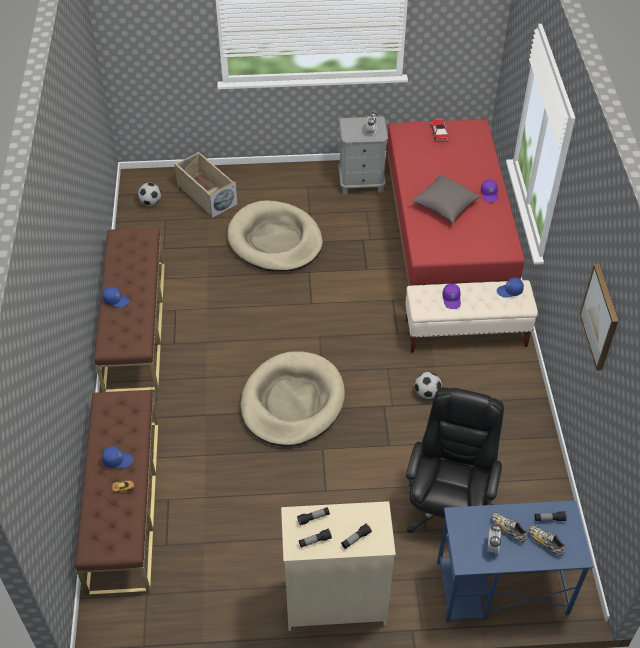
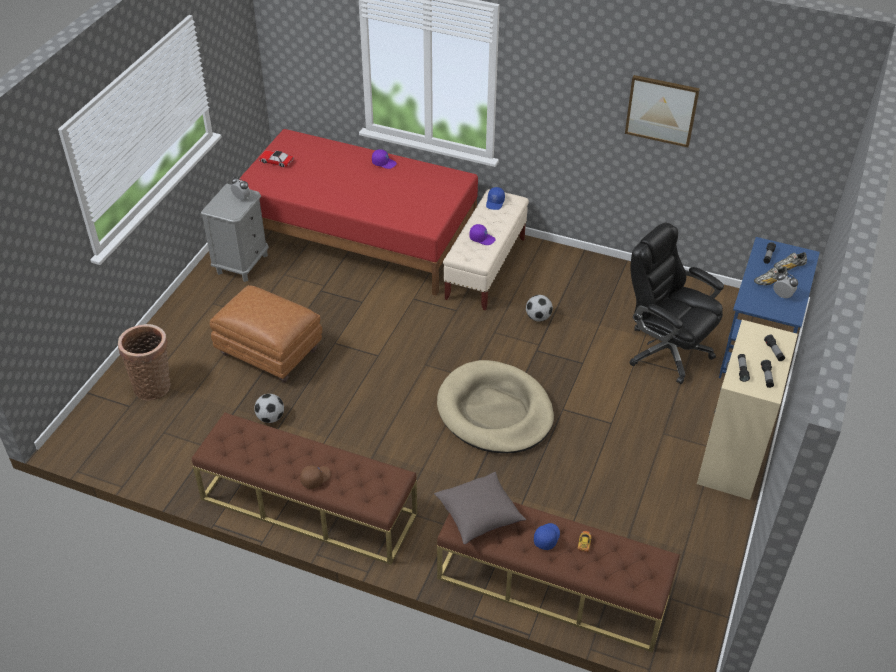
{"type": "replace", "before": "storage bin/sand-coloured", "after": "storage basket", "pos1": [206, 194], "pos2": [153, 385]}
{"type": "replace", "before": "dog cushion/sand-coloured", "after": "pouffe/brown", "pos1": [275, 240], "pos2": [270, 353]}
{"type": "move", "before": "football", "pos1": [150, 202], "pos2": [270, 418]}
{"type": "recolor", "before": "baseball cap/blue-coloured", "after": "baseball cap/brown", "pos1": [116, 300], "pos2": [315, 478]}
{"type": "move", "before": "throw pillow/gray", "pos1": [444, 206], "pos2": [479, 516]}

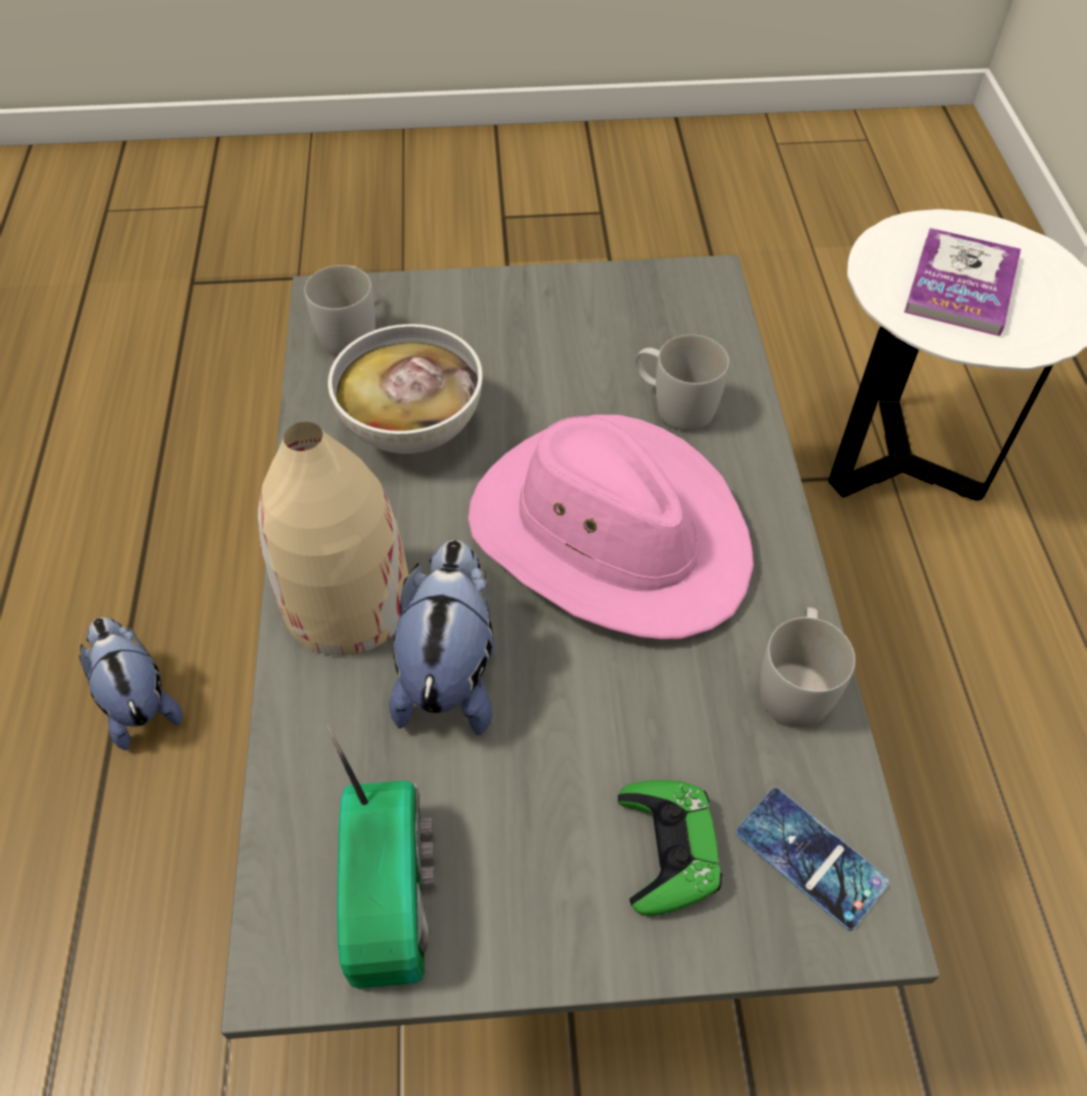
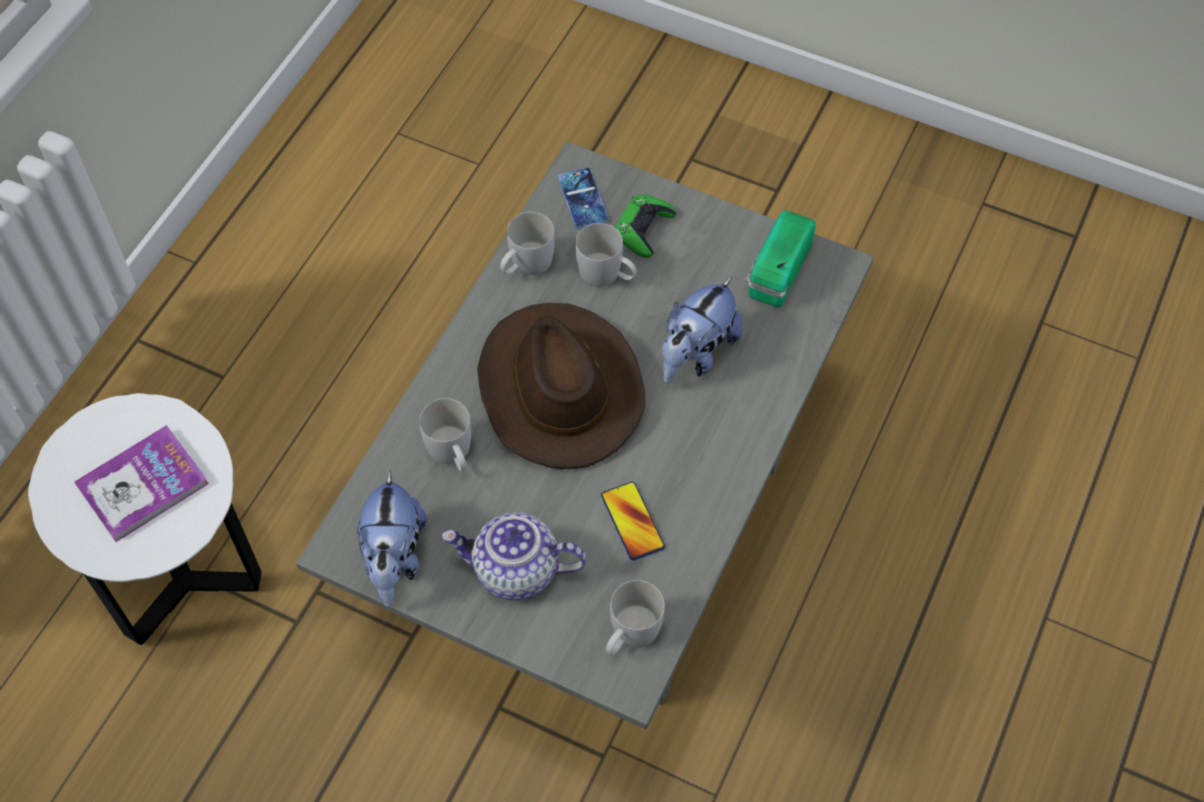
{"type": "move", "before": "plush toy", "pos1": [140, 702], "pos2": [394, 558]}
{"type": "insert", "after": "pot for tea", "pos2": [515, 571]}
{"type": "recolor", "before": "clothing hat/pink-coloured", "after": "clothing hat/brown", "pos1": [610, 533], "pos2": [558, 388]}
{"type": "insert", "after": "coffee mug/whitish", "pos2": [607, 275]}
{"type": "replace", "before": "bowl", "after": "telephone", "pos1": [412, 429], "pos2": [632, 521]}
{"type": "delete", "before": "vase/sand-coloured", "pos1": [346, 603]}

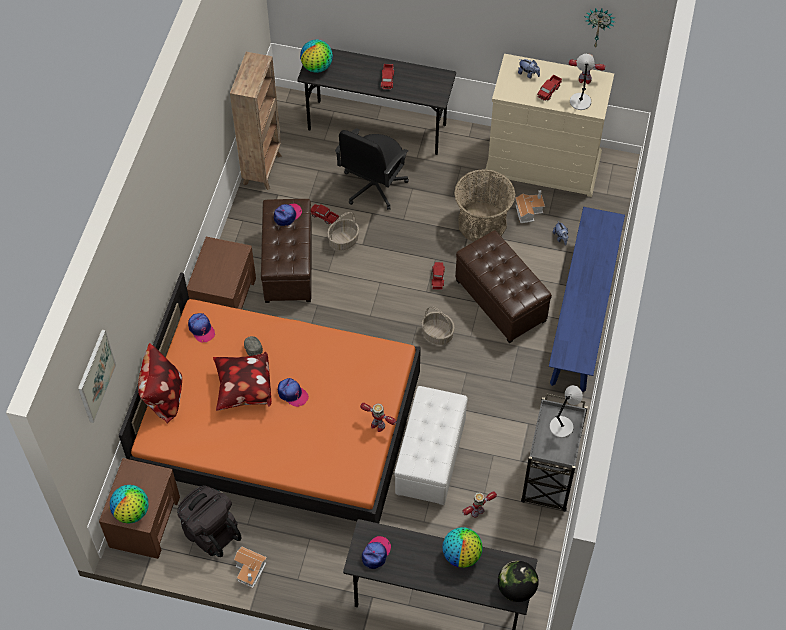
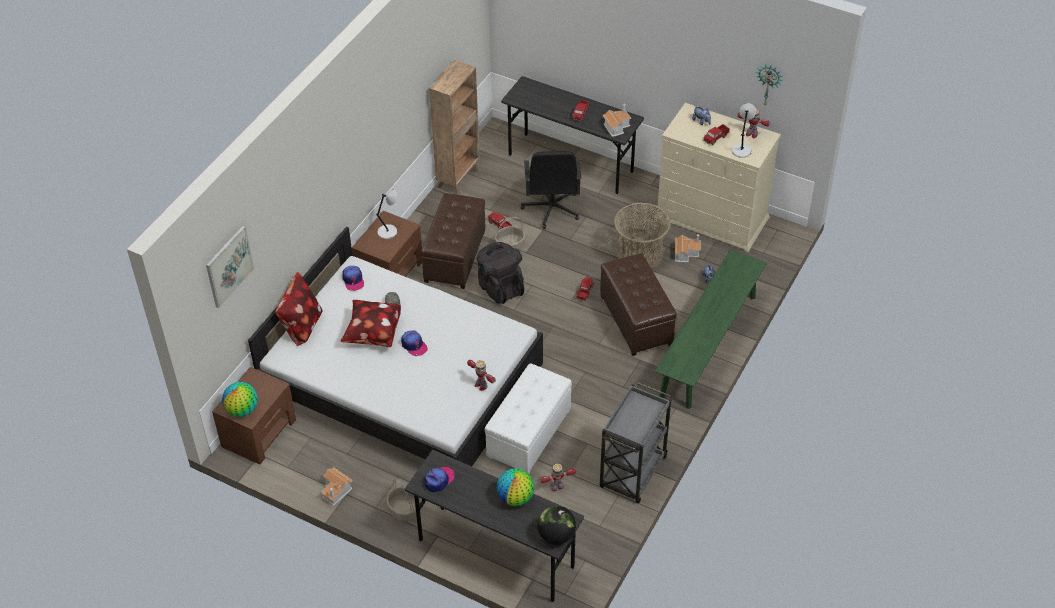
{"type": "recolor", "before": "bedroom bed/orangey", "after": "bedroom bed/whitish", "pos1": [279, 425], "pos2": [402, 381]}
{"type": "move", "before": "lamp for a table/gray", "pos1": [562, 426], "pos2": [388, 231]}
{"type": "move", "before": "storage basket", "pos1": [438, 334], "pos2": [404, 510]}
{"type": "move", "before": "backpack/blackish", "pos1": [210, 531], "pos2": [500, 287]}
{"type": "rotate", "before": "computer chair/blackish", "pos1": [373, 186], "pos2": [551, 208], "turn": -45}
{"type": "insert", "after": "toy house", "pos2": [616, 126]}
{"type": "recolor", "before": "indoor bench/blue-coloured", "after": "indoor bench/greenish", "pos1": [582, 314], "pos2": [708, 345]}
{"type": "delete", "before": "baseball cap", "pos1": [287, 215]}
{"type": "delete", "before": "world globe", "pos1": [317, 67]}

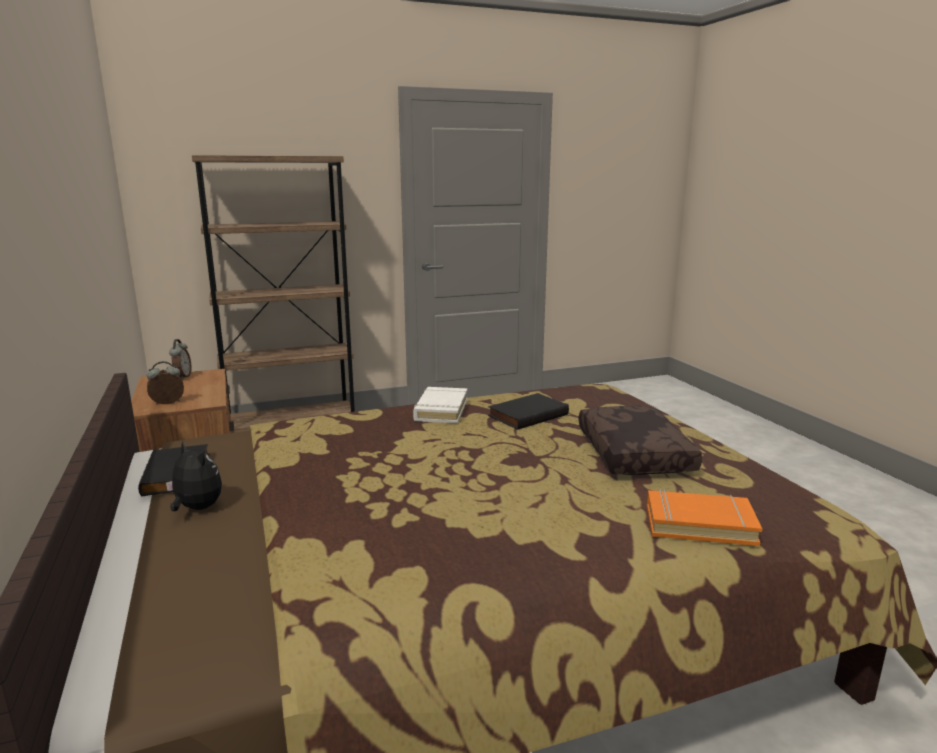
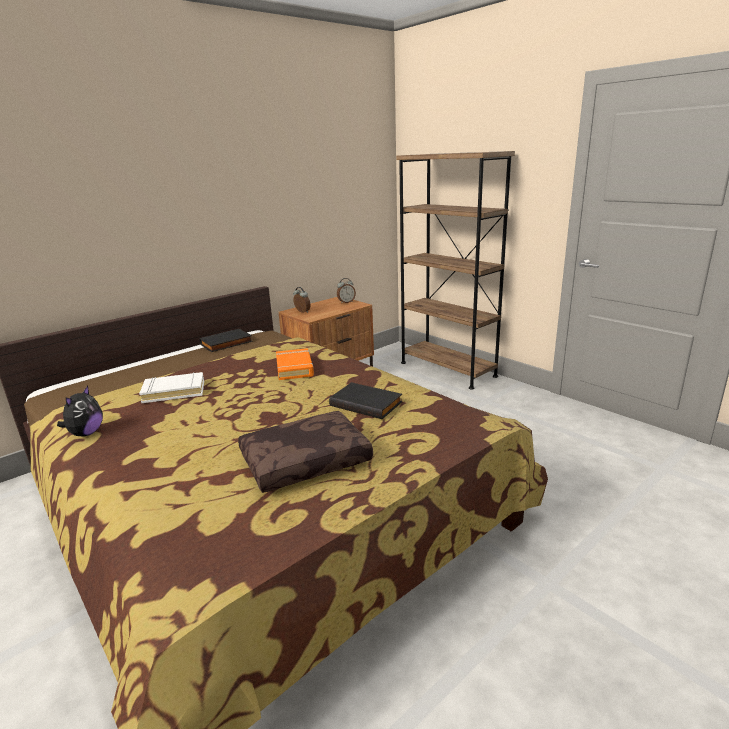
{"type": "move", "before": "plush toy", "pos1": [196, 508], "pos2": [86, 433]}
{"type": "move", "before": "bound book/whitish", "pos1": [441, 410], "pos2": [174, 391]}
{"type": "move", "before": "bound book/orangey", "pos1": [699, 524], "pos2": [294, 368]}

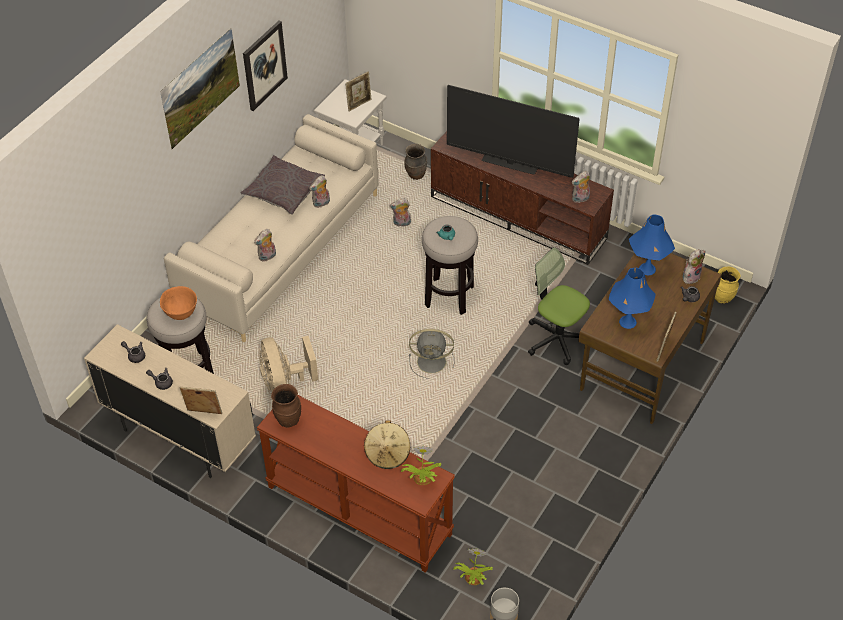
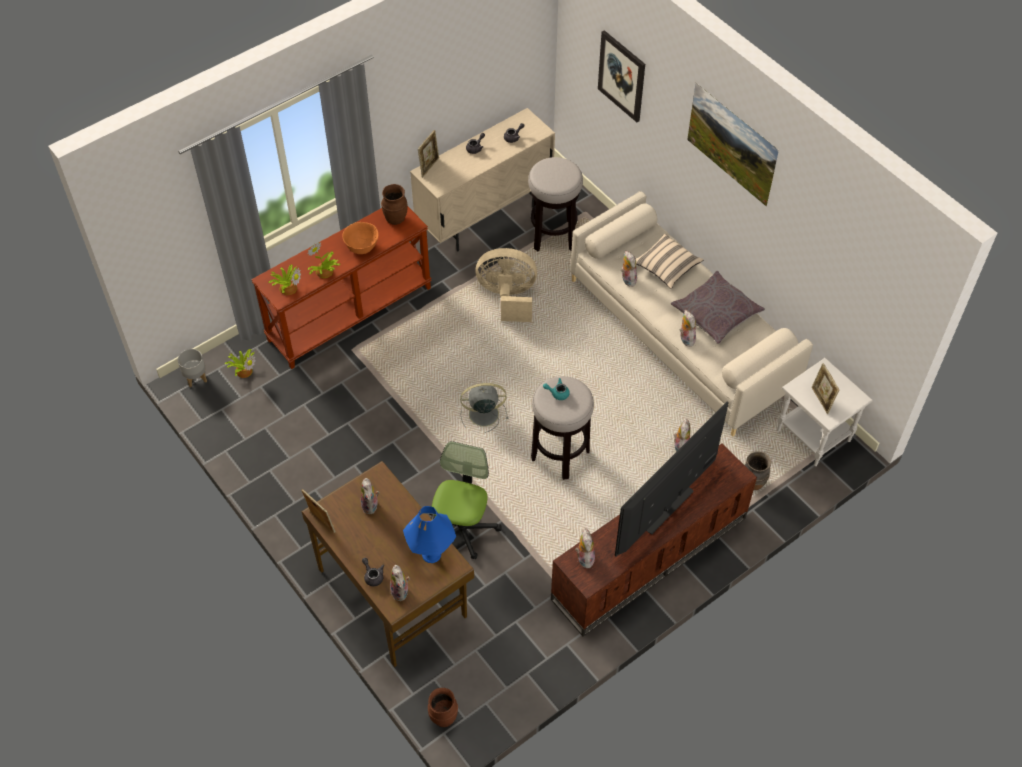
{"type": "replace", "before": "clothing hat/sand-coloured", "after": "plant in a pot", "pos1": [388, 453], "pos2": [324, 272]}
{"type": "move", "before": "bowl/orangey", "pos1": [180, 312], "pos2": [362, 247]}
{"type": "replace", "before": "lamp for a table/blue-coloured", "after": "plush toy", "pos1": [627, 322], "pos2": [371, 505]}
{"type": "recolor", "before": "vase/yellow", "after": "vase/brown", "pos1": [723, 298], "pos2": [443, 717]}
{"type": "rotate", "before": "computer chair", "pos1": [557, 338], "pos2": [462, 529], "turn": -45}
{"type": "rotate", "before": "electric fan/gray", "pos1": [433, 362], "pos2": [482, 414], "turn": 60}
{"type": "move", "before": "wall art", "pos1": [264, 65], "pos2": [622, 76]}
{"type": "insert", "after": "throw pillow/sand-coloured", "pos2": [666, 267]}

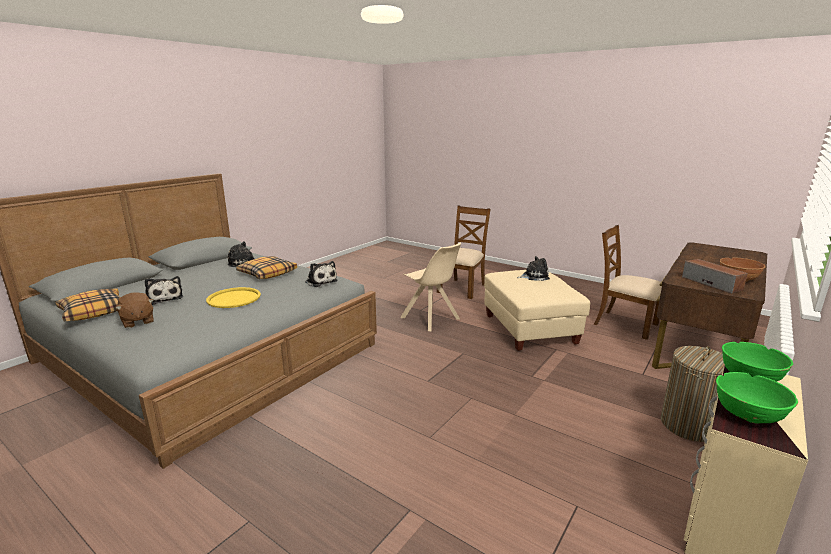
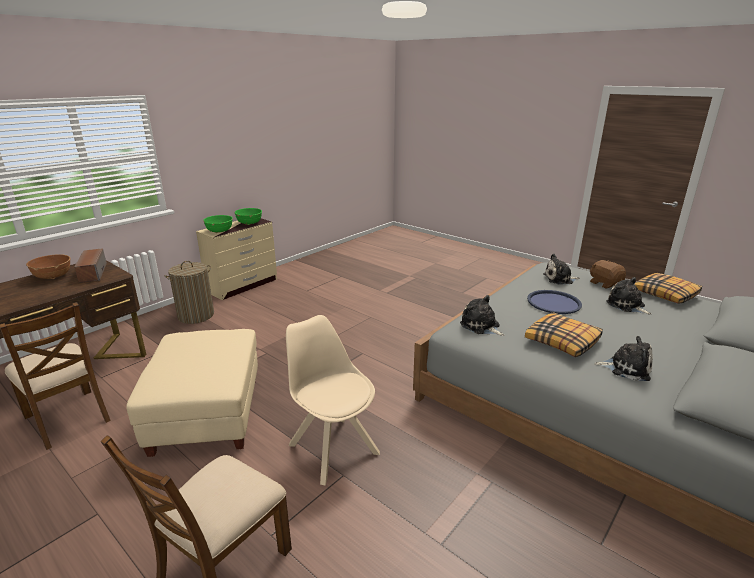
{"type": "recolor", "before": "tray/yellow", "after": "tray/blue-coloured", "pos1": [234, 298], "pos2": [553, 302]}
{"type": "move", "before": "plush toy", "pos1": [534, 276], "pos2": [559, 279]}

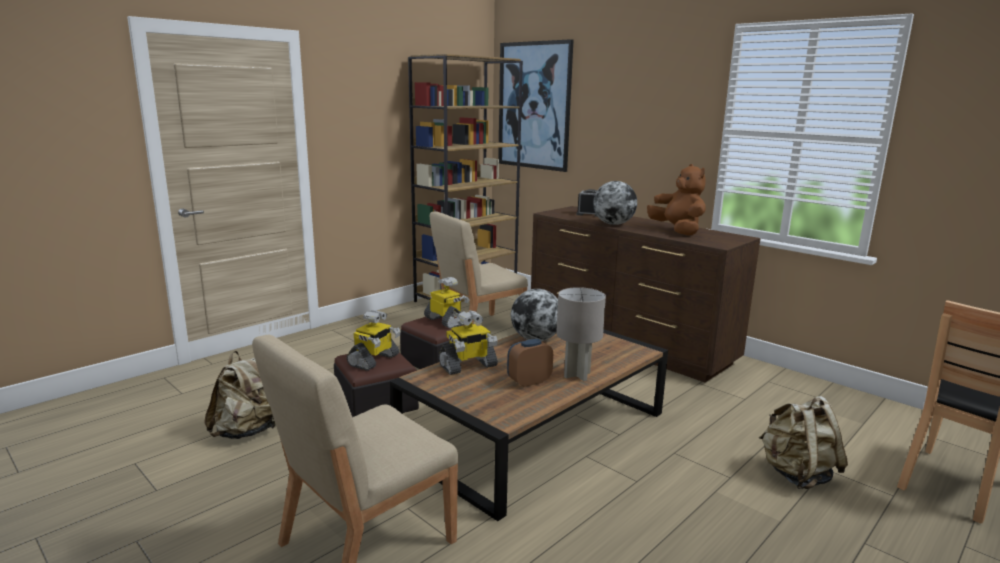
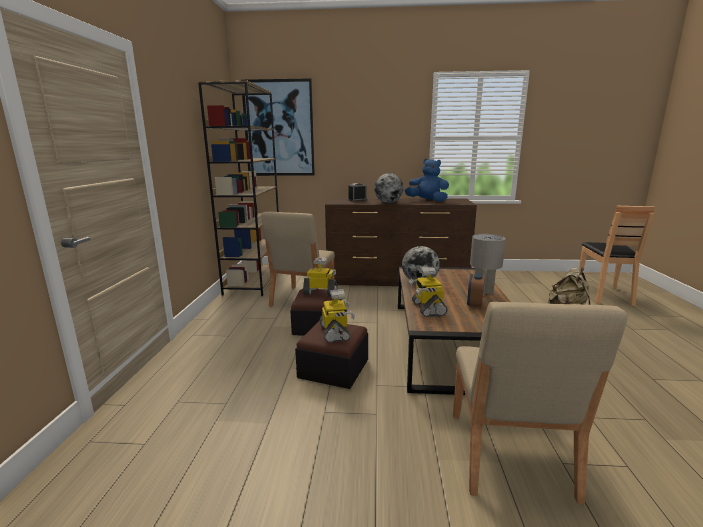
{"type": "recolor", "before": "plush toy/brown", "after": "plush toy/blue-coloured", "pos1": [677, 231], "pos2": [427, 201]}
{"type": "rotate", "before": "model robot", "pos1": [468, 366], "pos2": [427, 308], "turn": 150}
{"type": "delete", "before": "backpack/sand-coloured", "pos1": [248, 432]}

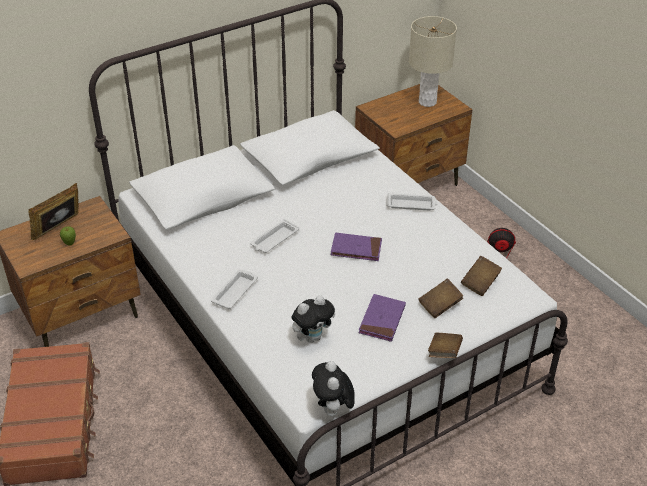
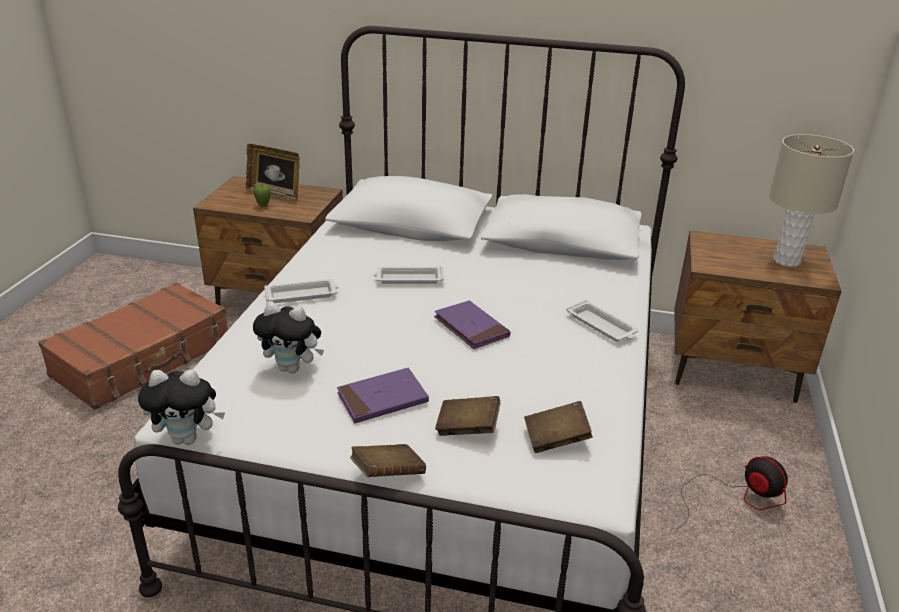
{"type": "rotate", "before": "plush toy", "pos1": [333, 410], "pos2": [188, 438], "turn": -135}
{"type": "rotate", "before": "photo frame", "pos1": [59, 229], "pos2": [275, 194], "turn": -150}

